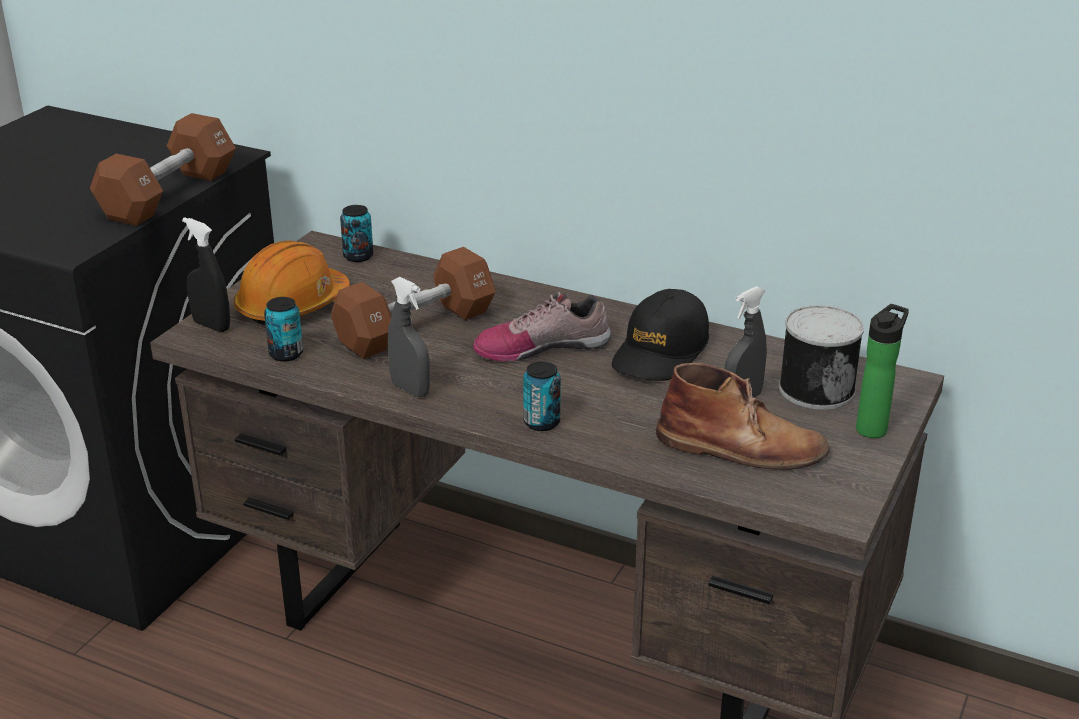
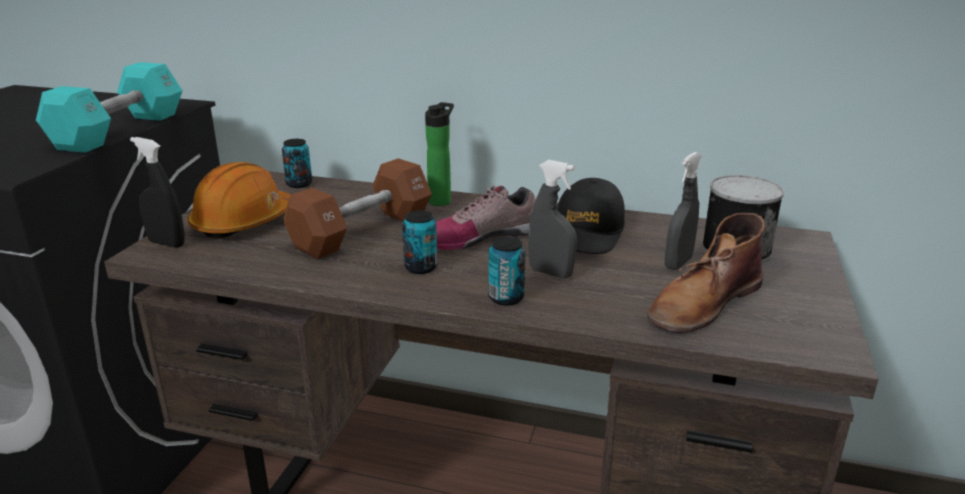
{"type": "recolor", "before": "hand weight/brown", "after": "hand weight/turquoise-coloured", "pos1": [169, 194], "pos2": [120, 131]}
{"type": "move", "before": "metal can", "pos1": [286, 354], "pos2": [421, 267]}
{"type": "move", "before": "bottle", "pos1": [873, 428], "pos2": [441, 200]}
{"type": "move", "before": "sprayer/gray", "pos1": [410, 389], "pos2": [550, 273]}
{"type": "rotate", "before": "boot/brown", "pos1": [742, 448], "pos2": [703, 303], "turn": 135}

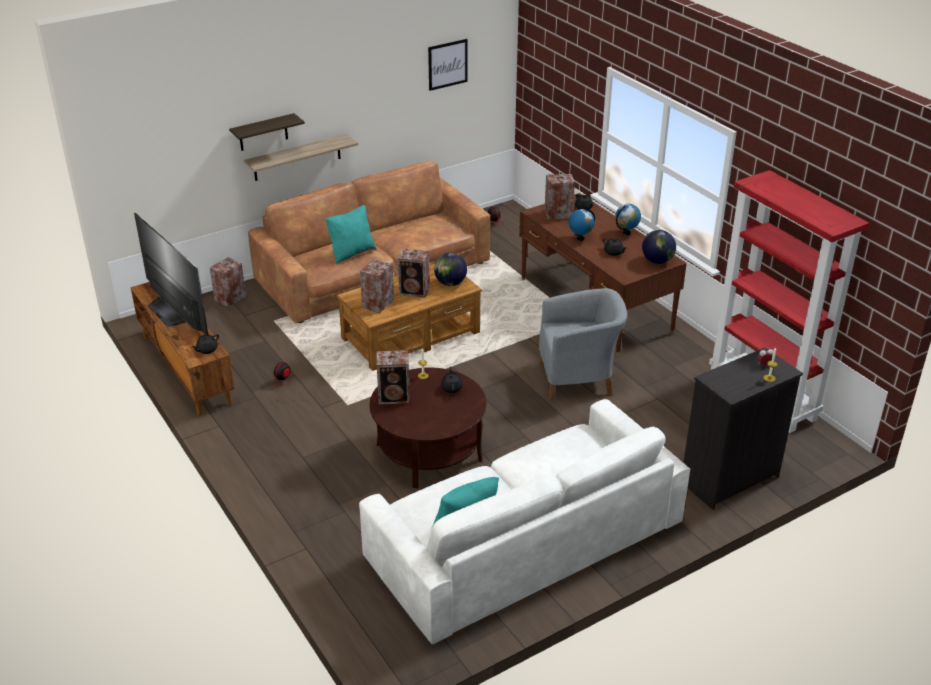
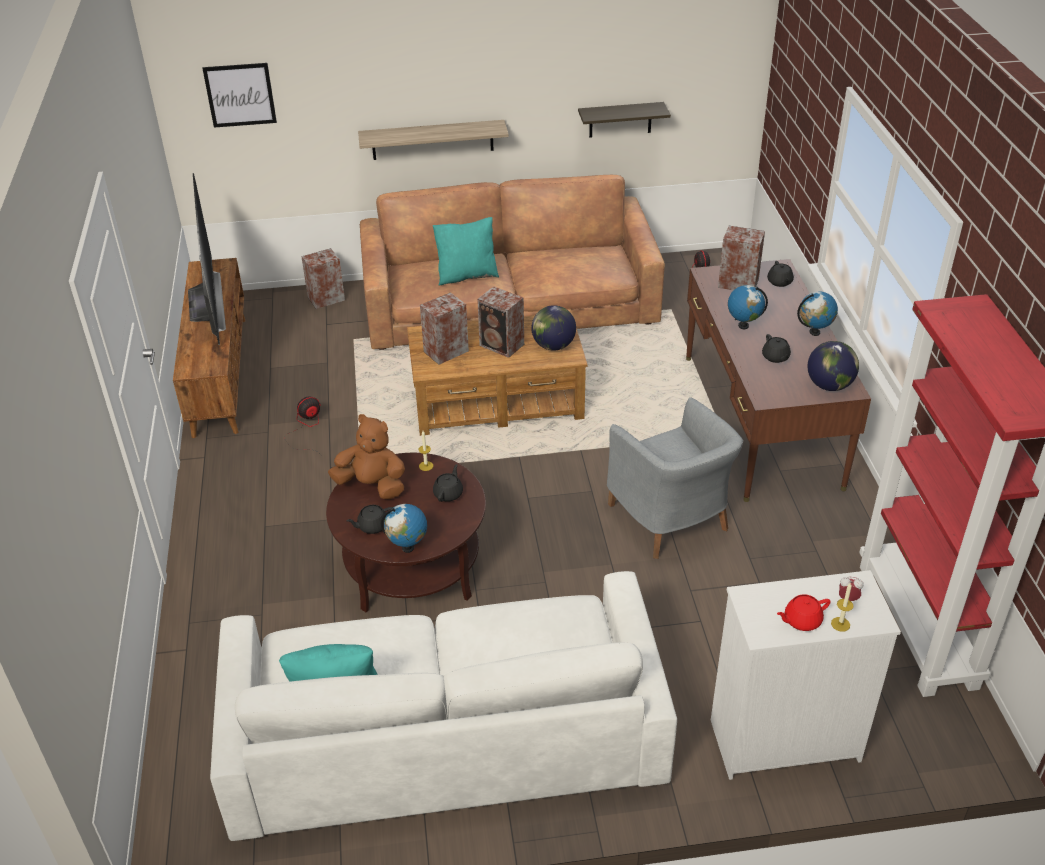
{"type": "move", "before": "wall art", "pos1": [447, 64], "pos2": [240, 95]}
{"type": "replace", "before": "speaker", "after": "plush toy/brown", "pos1": [395, 397], "pos2": [372, 485]}
{"type": "move", "before": "pot for tea/blackish", "pos1": [206, 350], "pos2": [372, 526]}
{"type": "insert", "after": "world globe", "pos2": [408, 548]}
{"type": "move", "before": "wall shelf", "pos1": [263, 132], "pos2": [620, 119]}
{"type": "rotate", "before": "lounge chair/gray", "pos1": [579, 378], "pos2": [670, 520], "turn": 45}
{"type": "recolor", "before": "dresser/blackish", "after": "dresser/whitish", "pos1": [728, 479], "pos2": [782, 740]}
{"type": "insert", "after": "pot for tea/reddish", "pos2": [801, 620]}

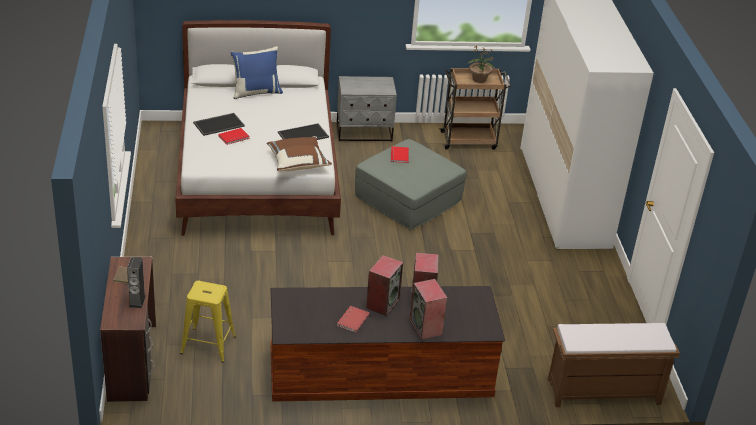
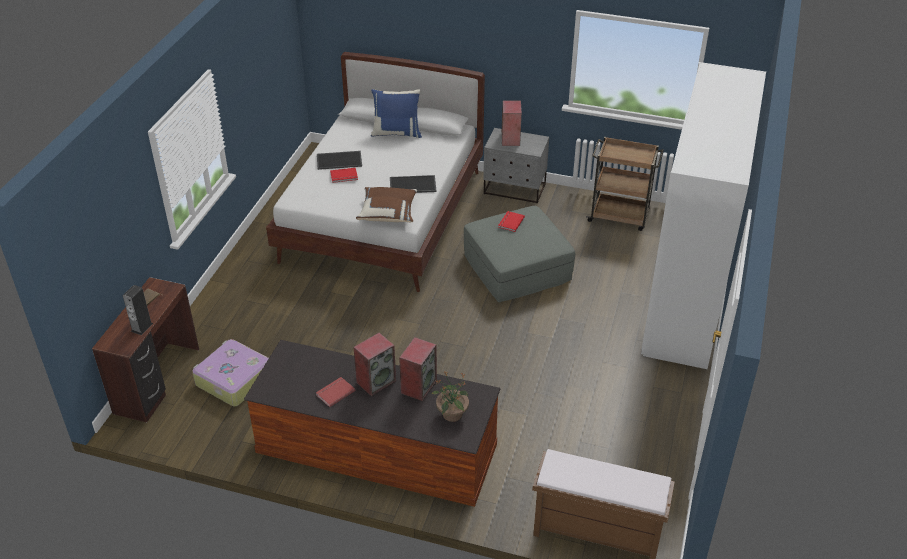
{"type": "replace", "before": "sitting stool/yellow", "after": "piece of luggage", "pos1": [208, 345], "pos2": [233, 380]}
{"type": "move", "before": "plant in a pot", "pos1": [479, 79], "pos2": [452, 415]}
{"type": "move", "before": "speaker", "pos1": [426, 328], "pos2": [511, 139]}

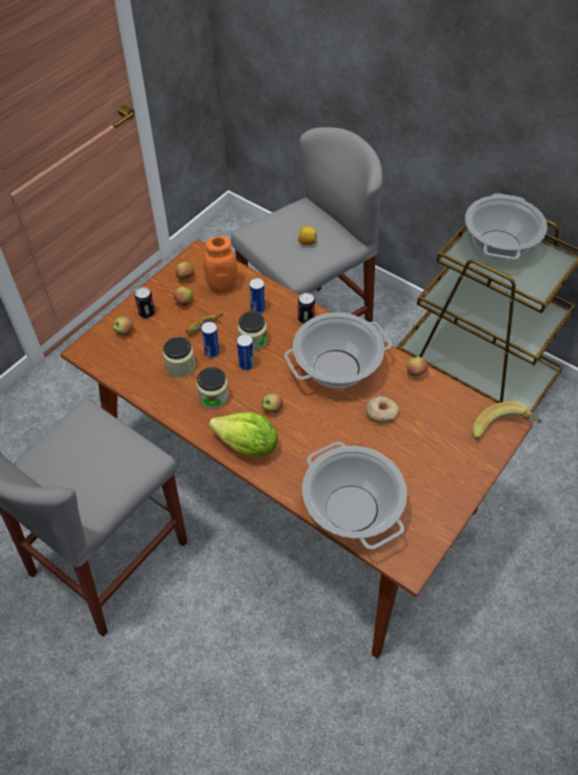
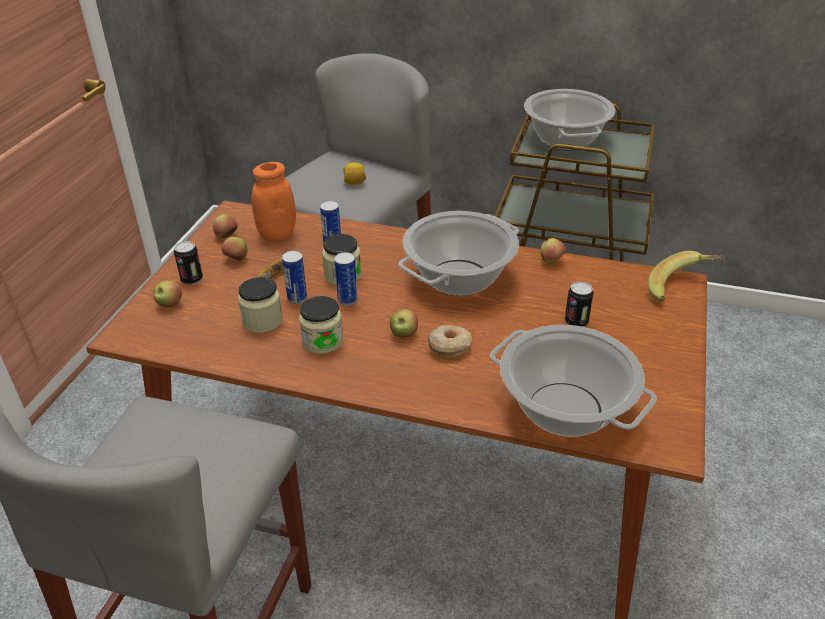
{"type": "move", "before": "doughnut", "pos1": [381, 413], "pos2": [449, 346]}
{"type": "move", "before": "metal can", "pos1": [305, 318], "pos2": [576, 322]}
{"type": "delete", "before": "lettuce", "pos1": [247, 446]}

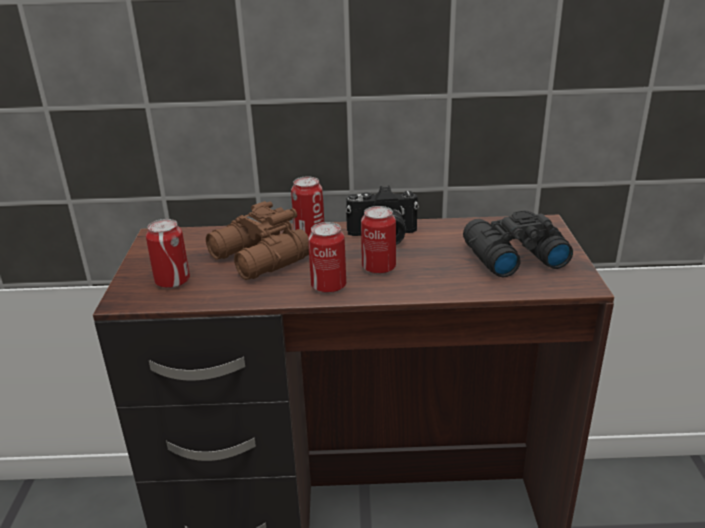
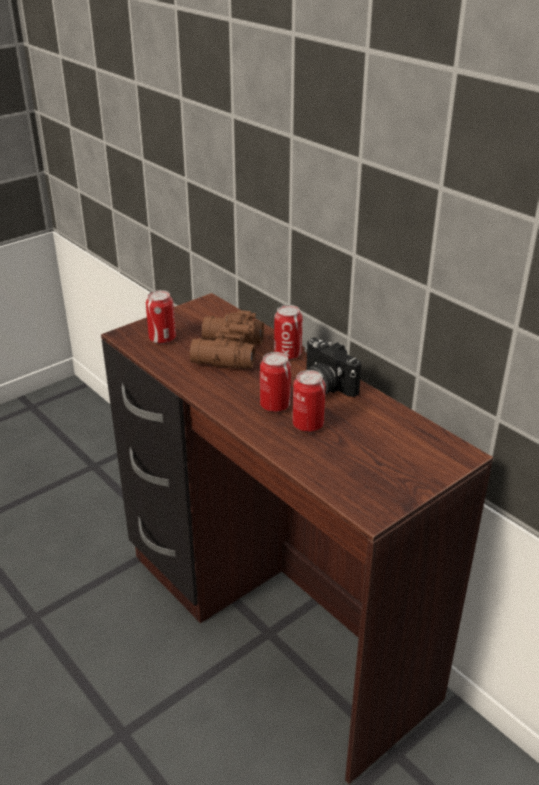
{"type": "move", "before": "metal can", "pos1": [328, 286], "pos2": [308, 424]}
{"type": "delete", "before": "binoculars/blackish", "pos1": [511, 256]}

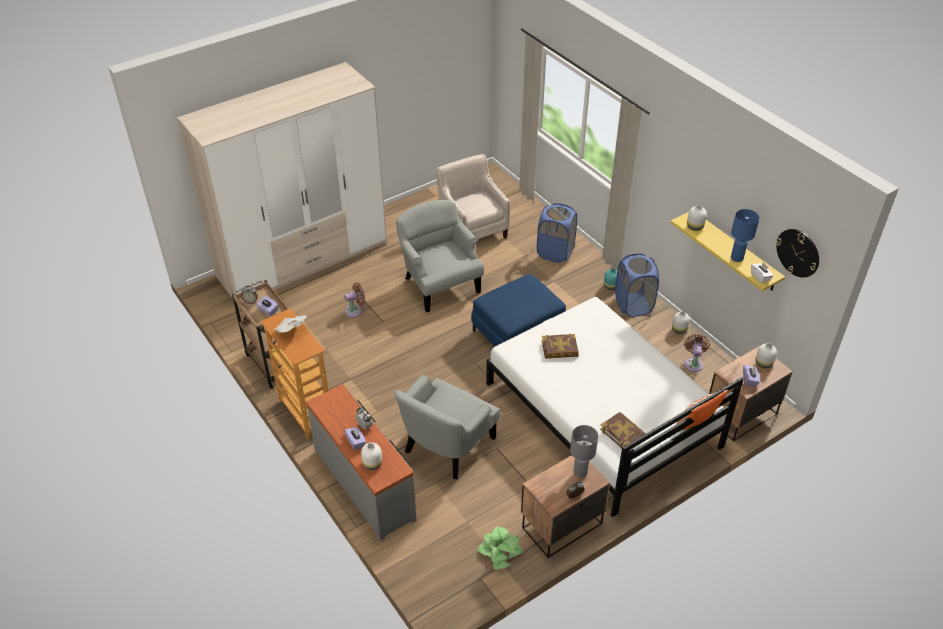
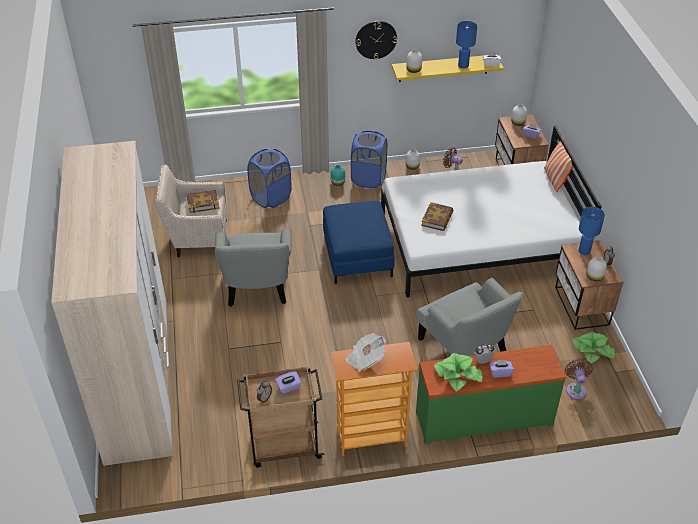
{"type": "move", "before": "bound book", "pos1": [623, 433], "pos2": [203, 203]}
{"type": "rotate", "before": "lounge chair/gray", "pos1": [440, 284], "pos2": [257, 285], "turn": -90}
{"type": "move", "before": "wall clock", "pos1": [798, 252], "pos2": [376, 39]}
{"type": "recolor", "before": "dresser/gray", "after": "dresser/greenish", "pos1": [365, 483], "pos2": [483, 417]}
{"type": "insert", "after": "plant in a pot", "pos2": [458, 375]}
{"type": "move", "before": "electric fan/brown", "pos1": [355, 310], "pos2": [575, 389]}
{"type": "recolor", "before": "lamp for a table/gray", "after": "lamp for a table/blue-coloured", "pos1": [580, 472], "pos2": [584, 251]}
{"type": "move", "before": "vase/whitish", "pos1": [372, 464], "pos2": [594, 277]}

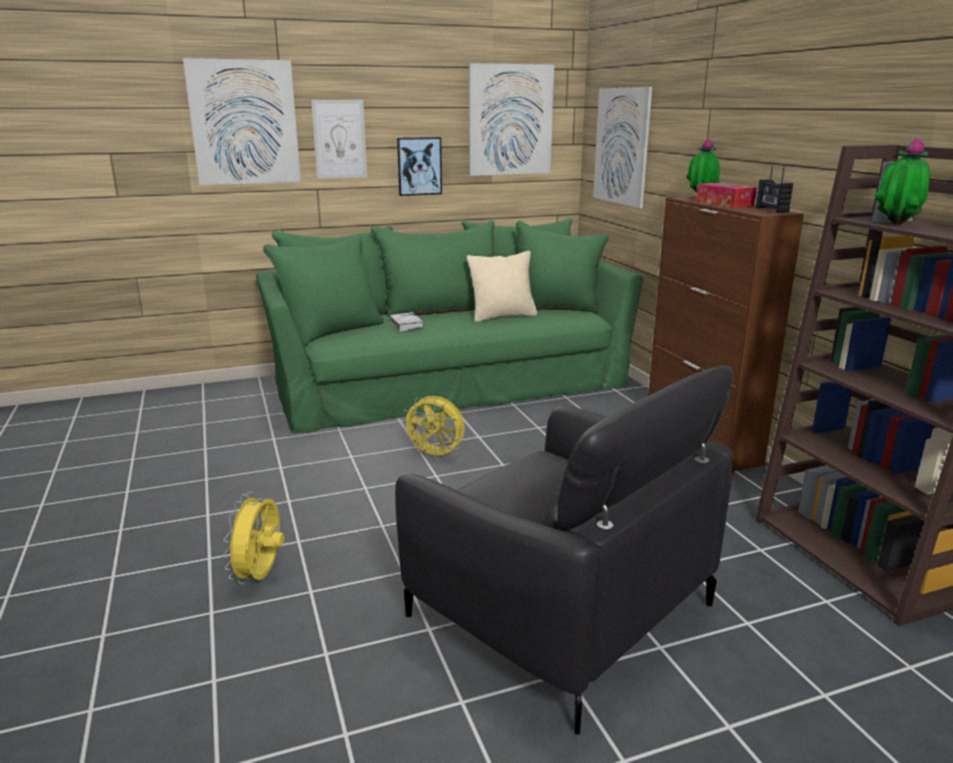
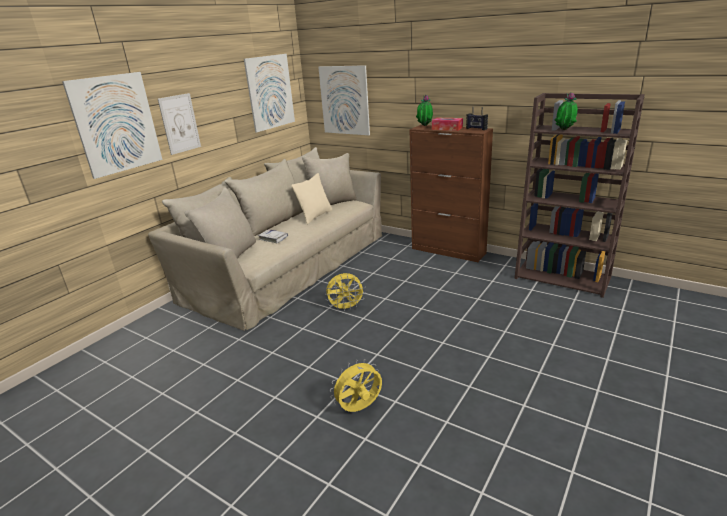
{"type": "recolor", "before": "sofa/greenish", "after": "sofa/sand-coloured", "pos1": [449, 382], "pos2": [289, 265]}
{"type": "rotate", "before": "electric fan/yellow", "pos1": [261, 576], "pos2": [360, 409], "turn": 90}
{"type": "delete", "before": "lounge chair/blackish", "pos1": [559, 610]}
{"type": "delete", "before": "wall art", "pos1": [419, 166]}

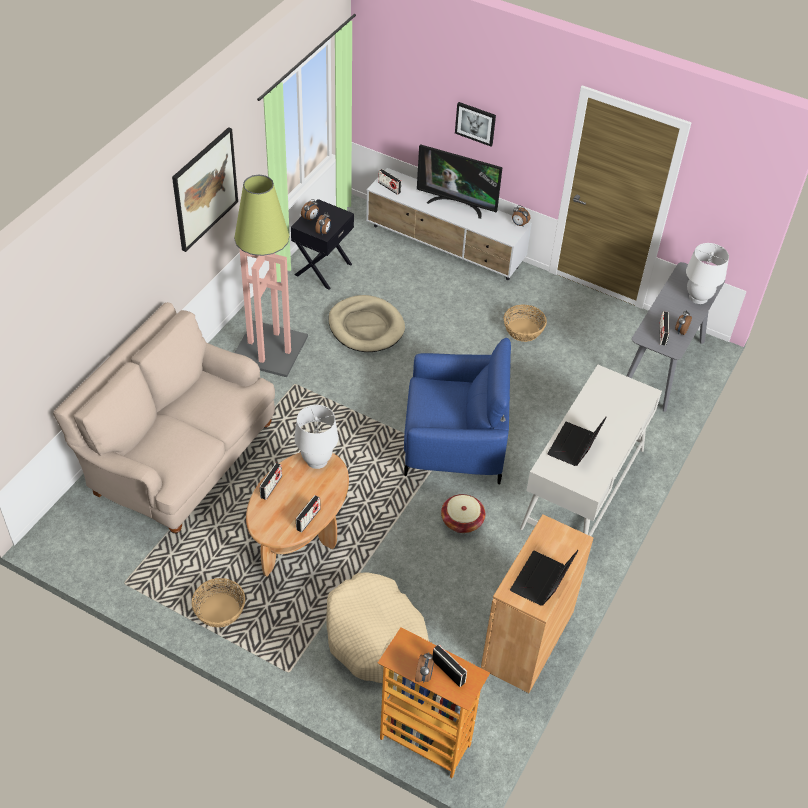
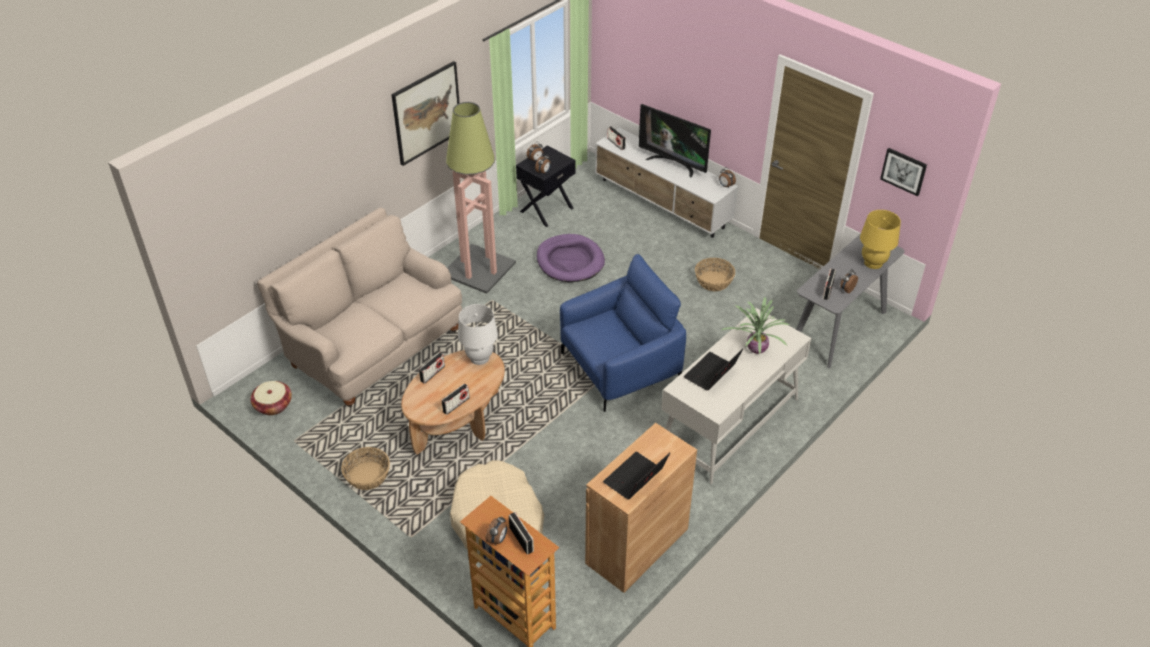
{"type": "move", "before": "storage basket", "pos1": [462, 521], "pos2": [273, 405]}
{"type": "recolor", "before": "dog cushion/sand-coloured", "after": "dog cushion/purplish", "pos1": [366, 327], "pos2": [570, 261]}
{"type": "rotate", "before": "lounge chair/blue-coloured", "pos1": [453, 442], "pos2": [619, 367], "turn": -45}
{"type": "insert", "after": "plant in a pot", "pos2": [755, 348]}
{"type": "recolor", "before": "lamp for a table/whitish", "after": "lamp for a table/yellow", "pos1": [698, 297], "pos2": [873, 263]}
{"type": "move", "before": "wall art", "pos1": [475, 123], "pos2": [904, 171]}

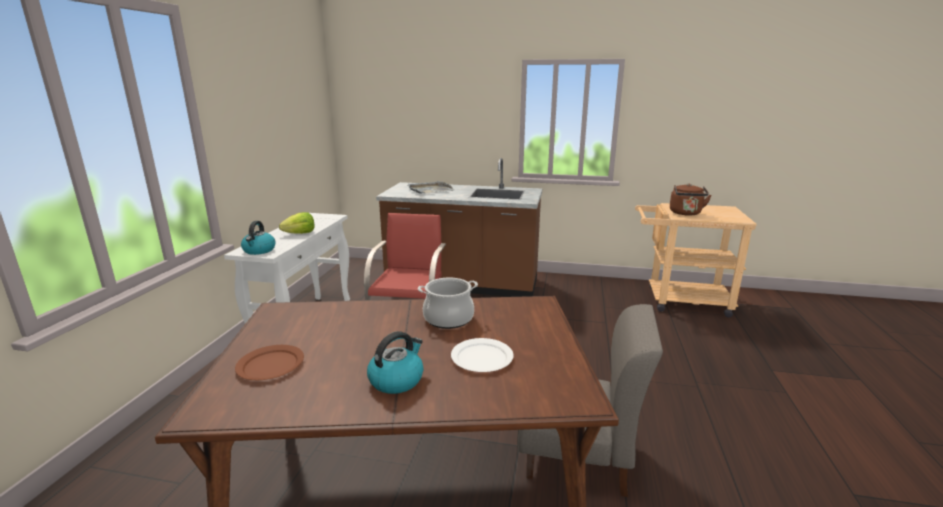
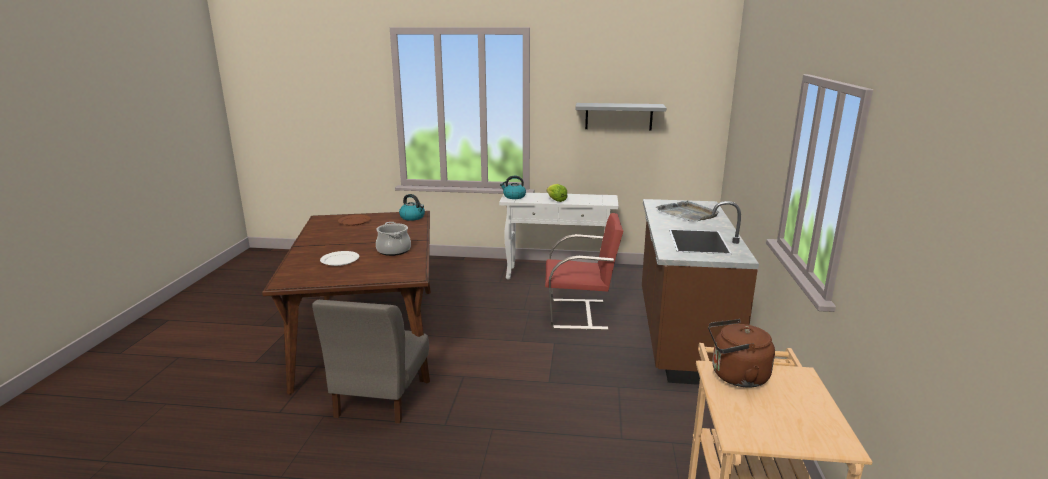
{"type": "move", "before": "water kettle", "pos1": [396, 380], "pos2": [413, 217]}
{"type": "insert", "after": "wall shelf/gray", "pos2": [618, 116]}

